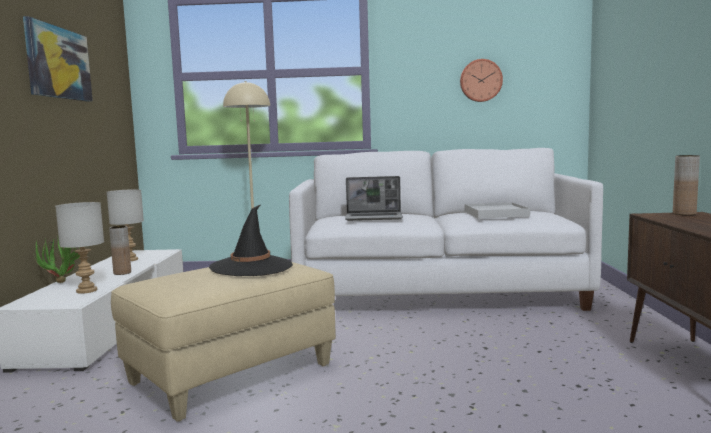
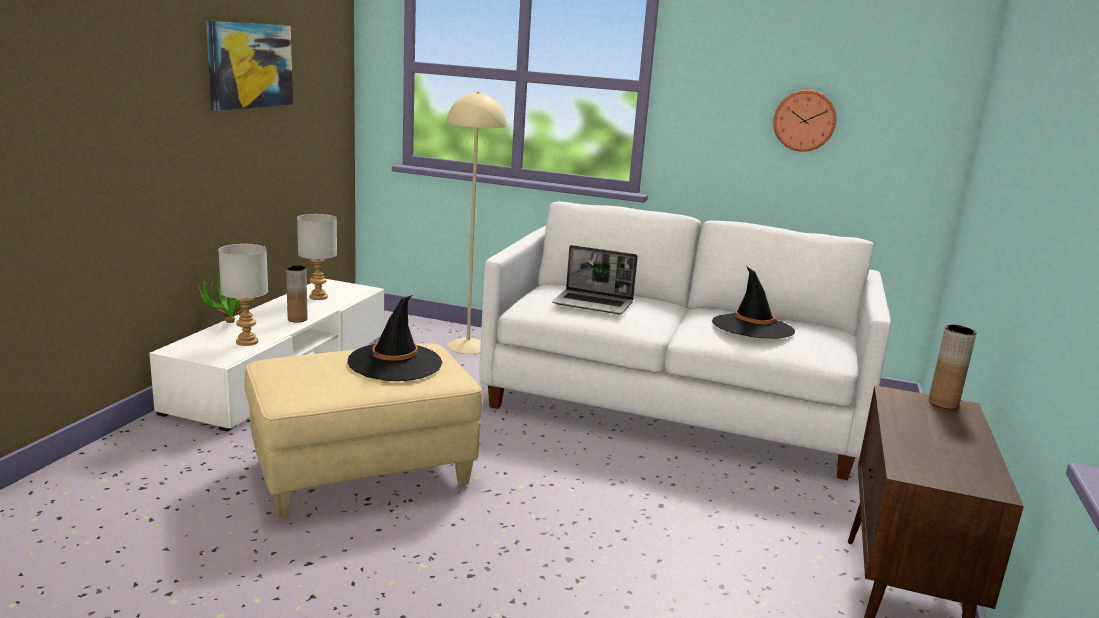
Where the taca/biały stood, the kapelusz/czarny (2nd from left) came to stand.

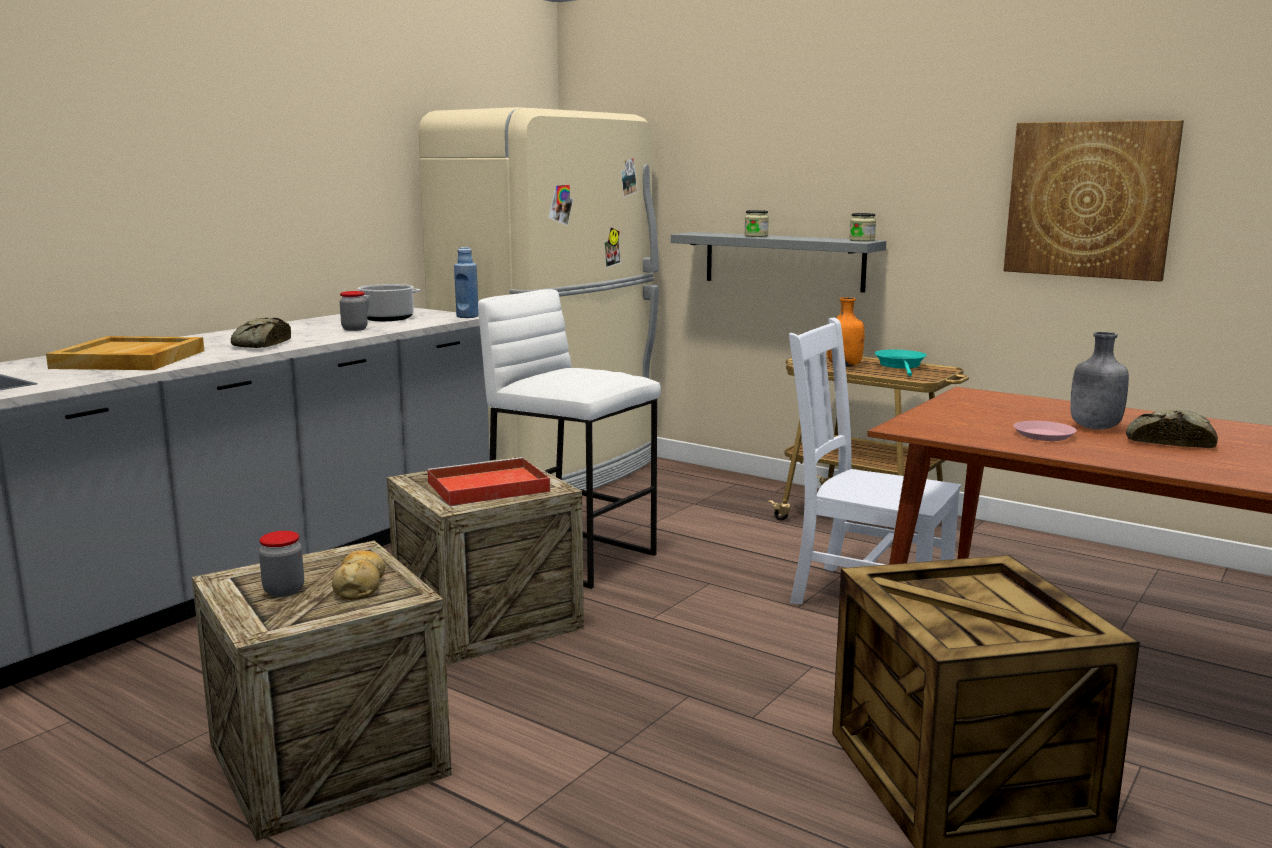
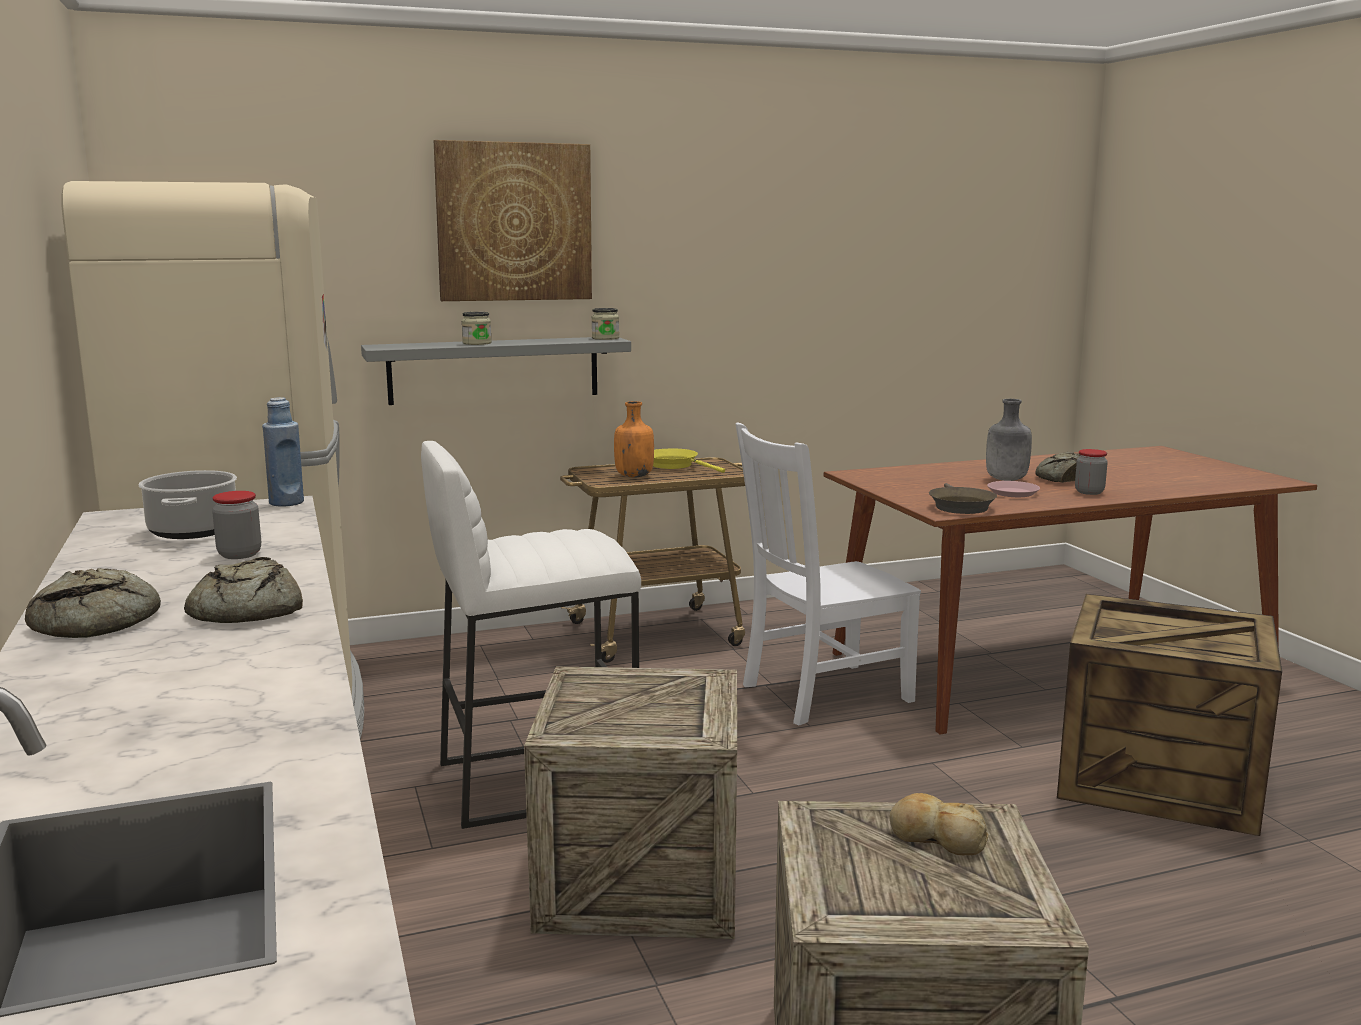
The second view lost the taca/beżowy. The second view lost the taca/czerwony. The second view gained the chleb (1st from left). The second view gained the patelnia/brązowy. The słoik (1st from left in the first image) ended up elsewhere. The obraz ended up elsewhere. What was the patelnia/turkusowy turned into the patelnia/żółty.

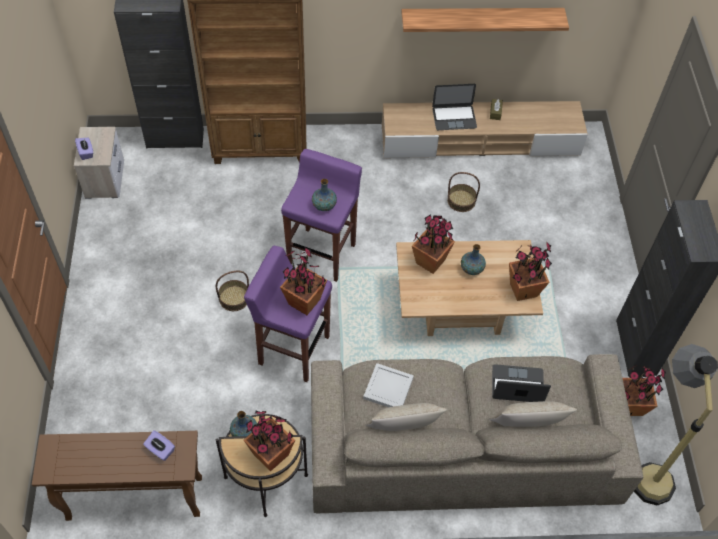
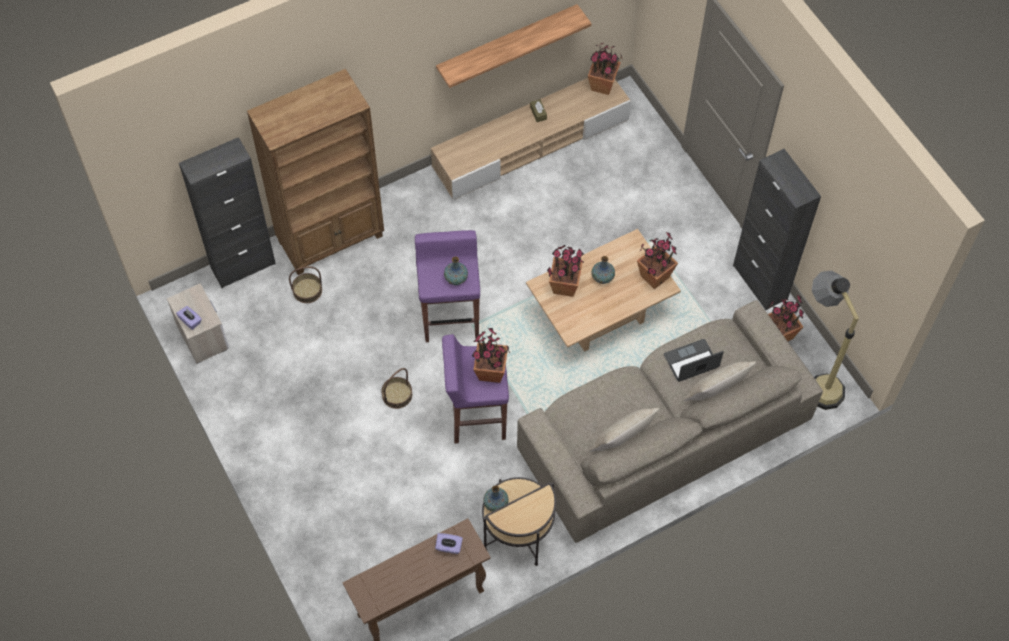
The second view lost the taca/biały. The second view lost the laptop (1st from left). The roślina doniczkowa (1st from left in the first image) ended up elsewhere. The koszyk (2nd from left in the first image) ended up elsewhere.

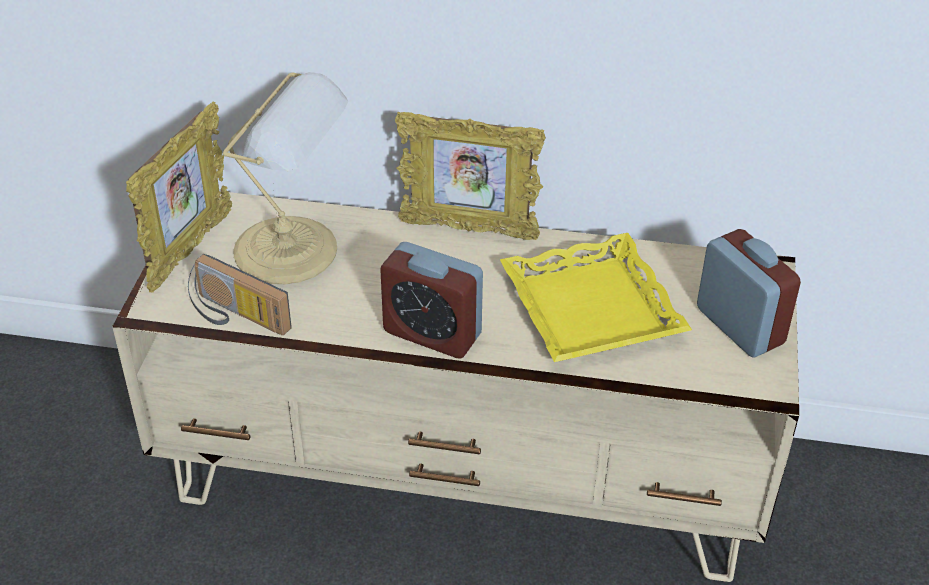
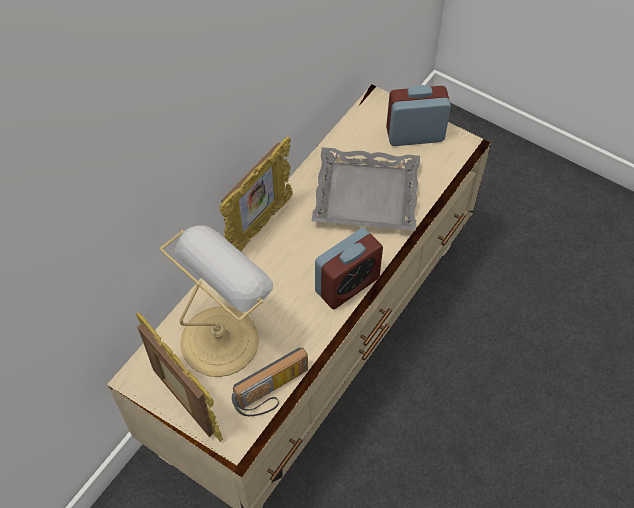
What was the taca/żółty turned into the taca/szary.

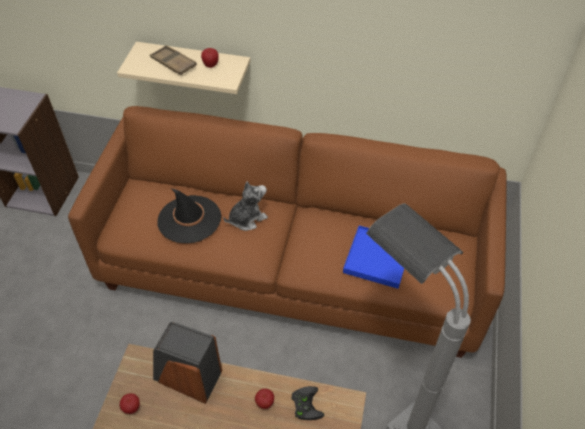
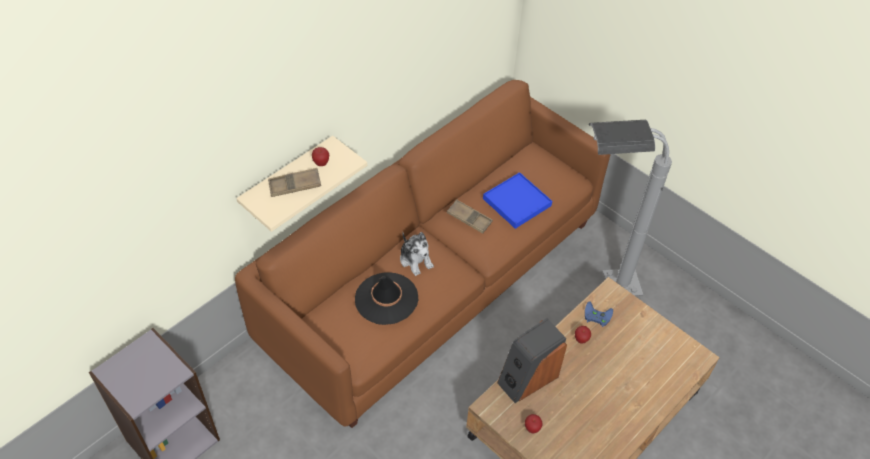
The second view gained the taca/brązowy (2nd from left). What was the pad do gier/czarny turned into the pad do gier/niebieski. The pluszak ended up facing another way, 150 degrees clockwise from before.

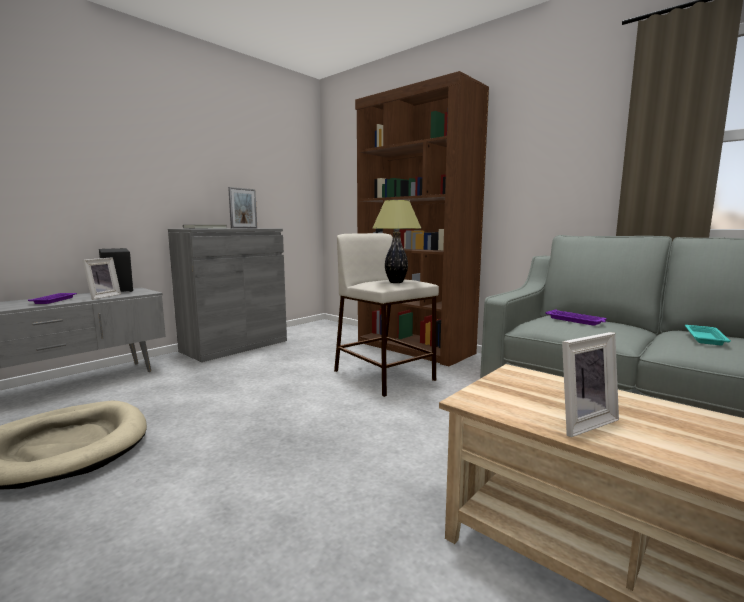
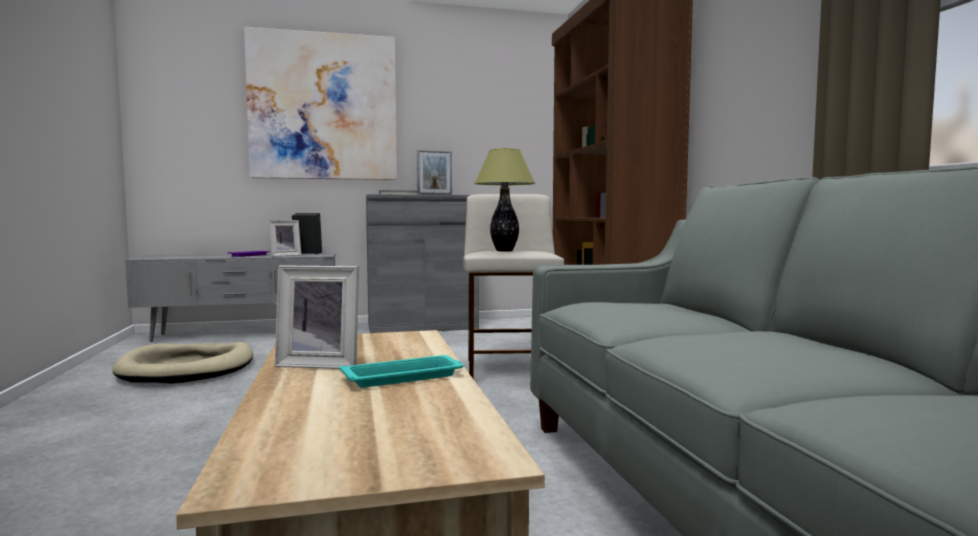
The second view lost the taca/fioletowy (2nd from left). The second view gained the obraz. The taca/turkusowy ended up elsewhere.

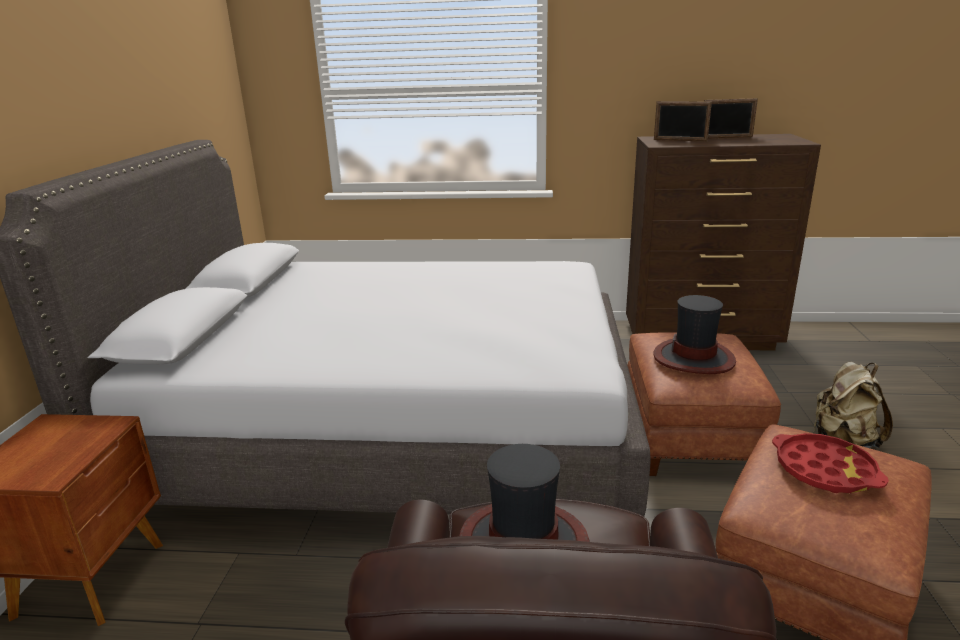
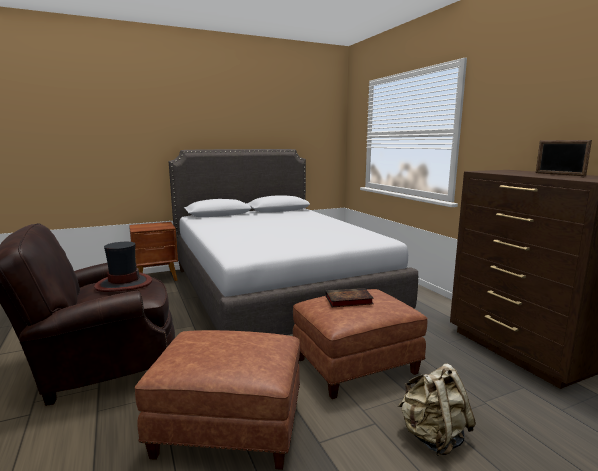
The second view lost the ramka na zdjęcie (1st from left). The second view lost the taca/czerwony. Where the kapelusz (2nd from left) stood, the książka came to stand.

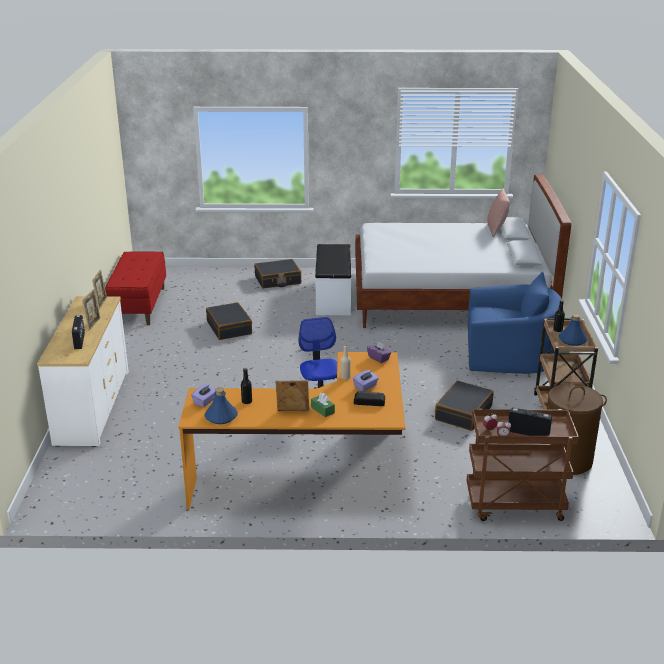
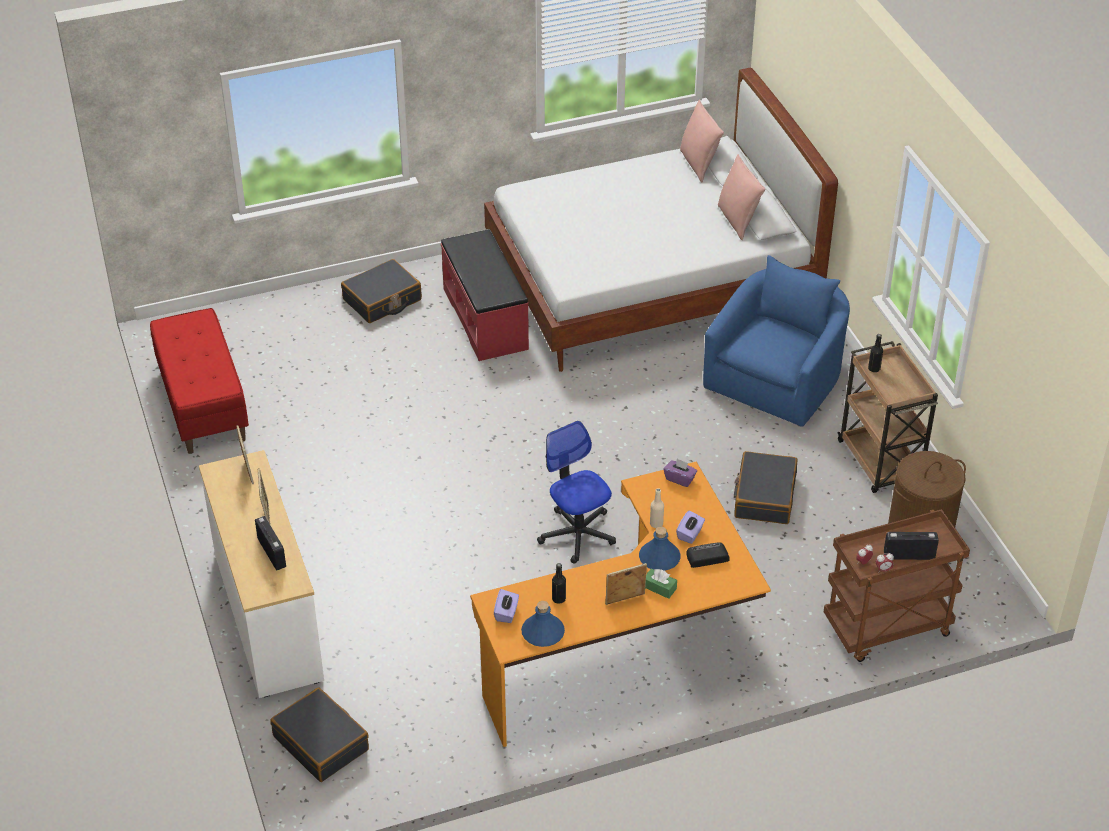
The second view gained the poduszka/różowy (2nd from left). The walizka/czarny (1st from left) ended up elsewhere. The butelka/niebieski (2nd from left) ended up elsewhere. What was the ławka/biały turned into the ławka/czerwony (2nd from left). The fotel/niebieski ended up facing another way, 45 degrees counterclockwise from before.

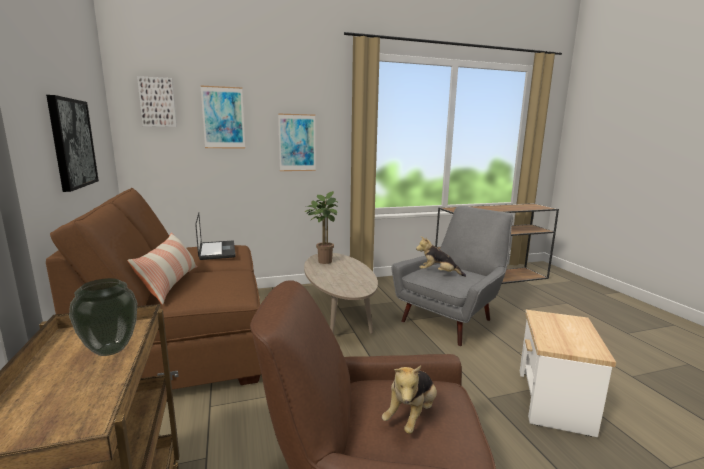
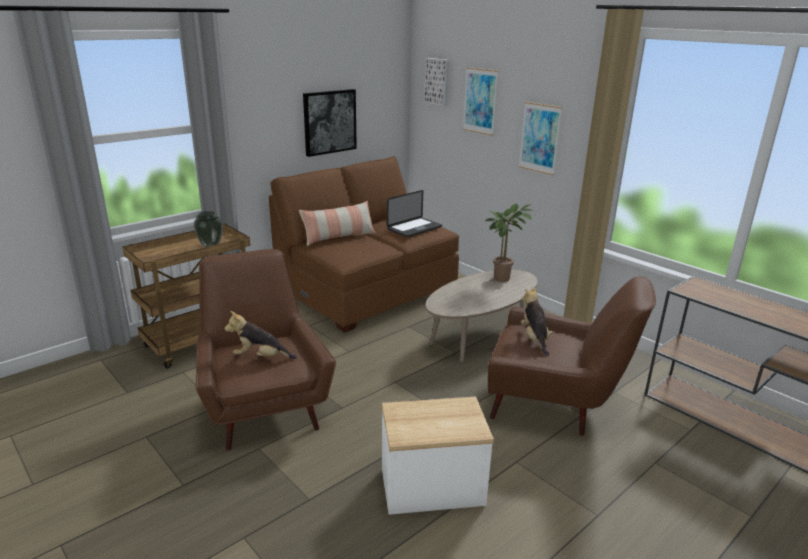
What was the fotel/szary turned into the fotel/brązowy (2nd from left).

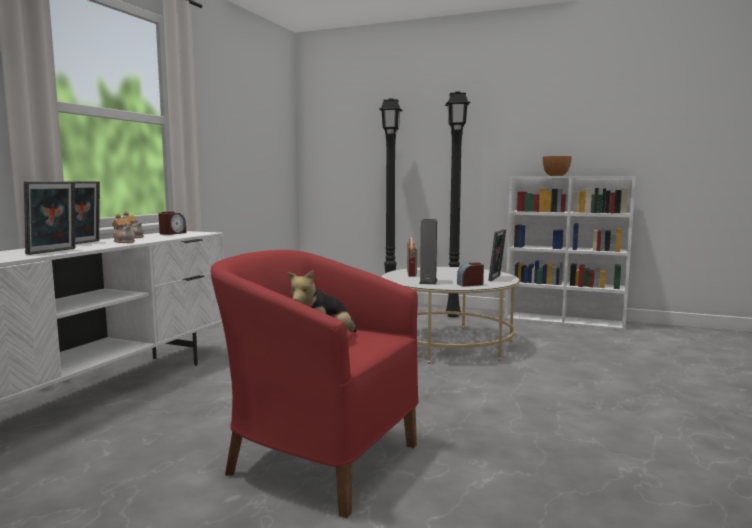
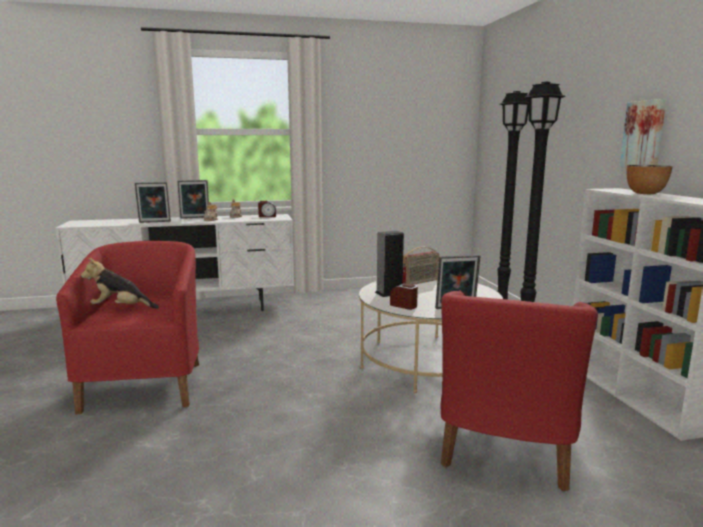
The second view gained the fotel/czerwony (2nd from left). The second view gained the obraz.

